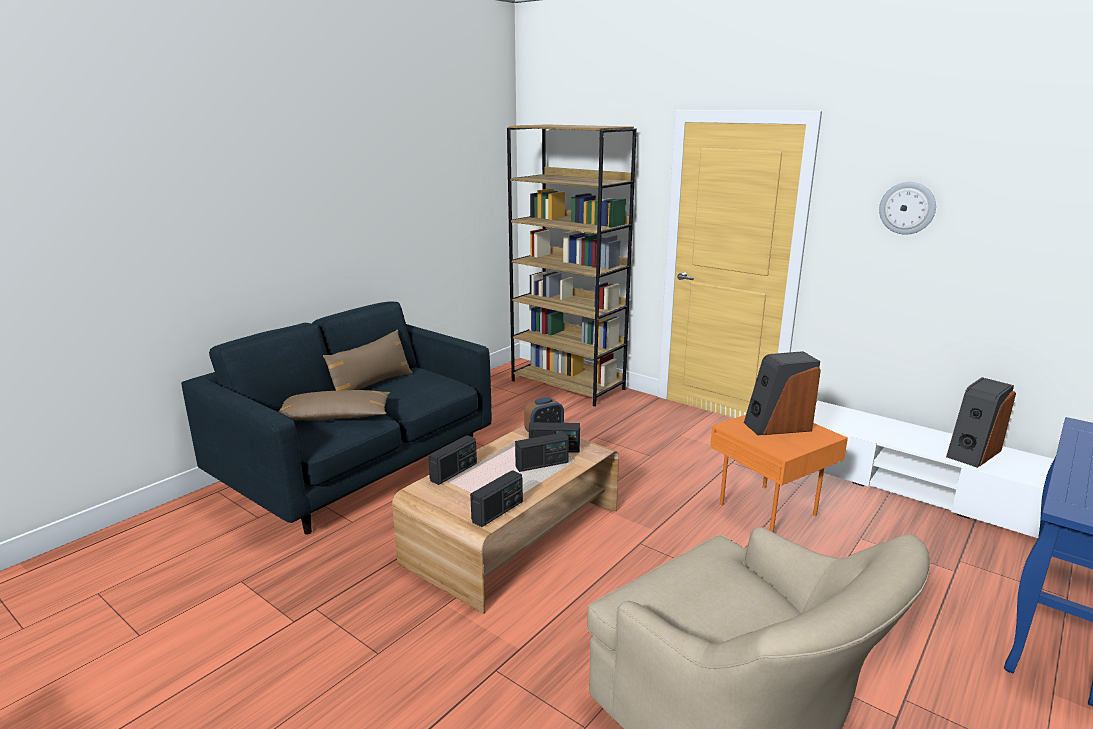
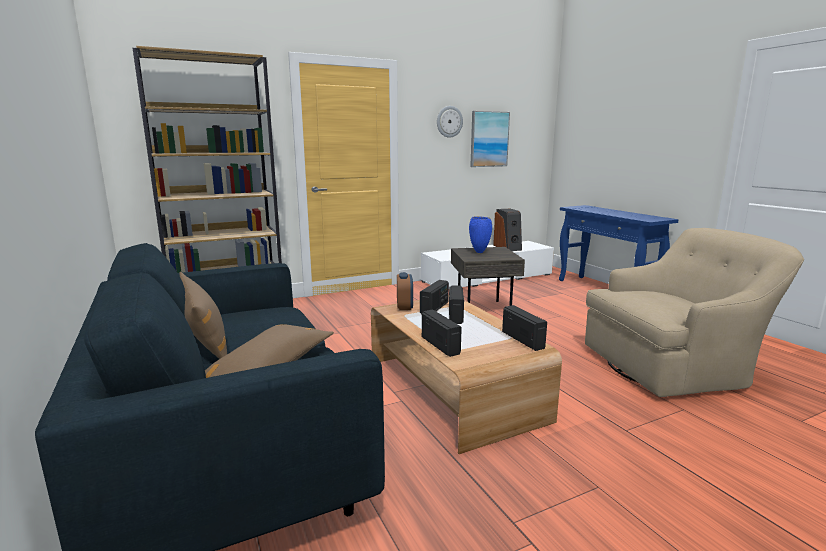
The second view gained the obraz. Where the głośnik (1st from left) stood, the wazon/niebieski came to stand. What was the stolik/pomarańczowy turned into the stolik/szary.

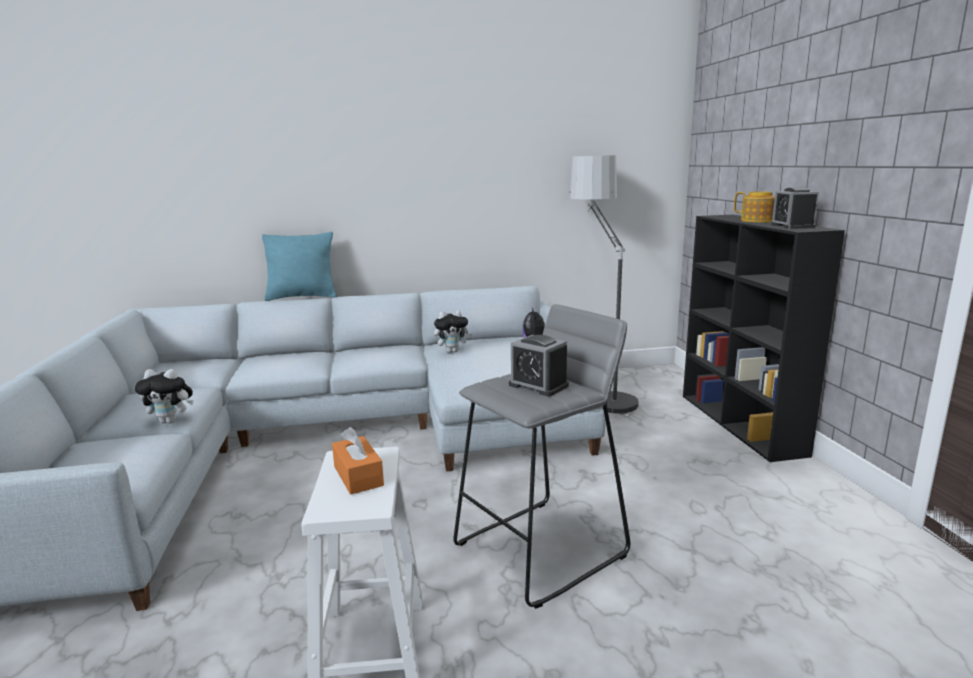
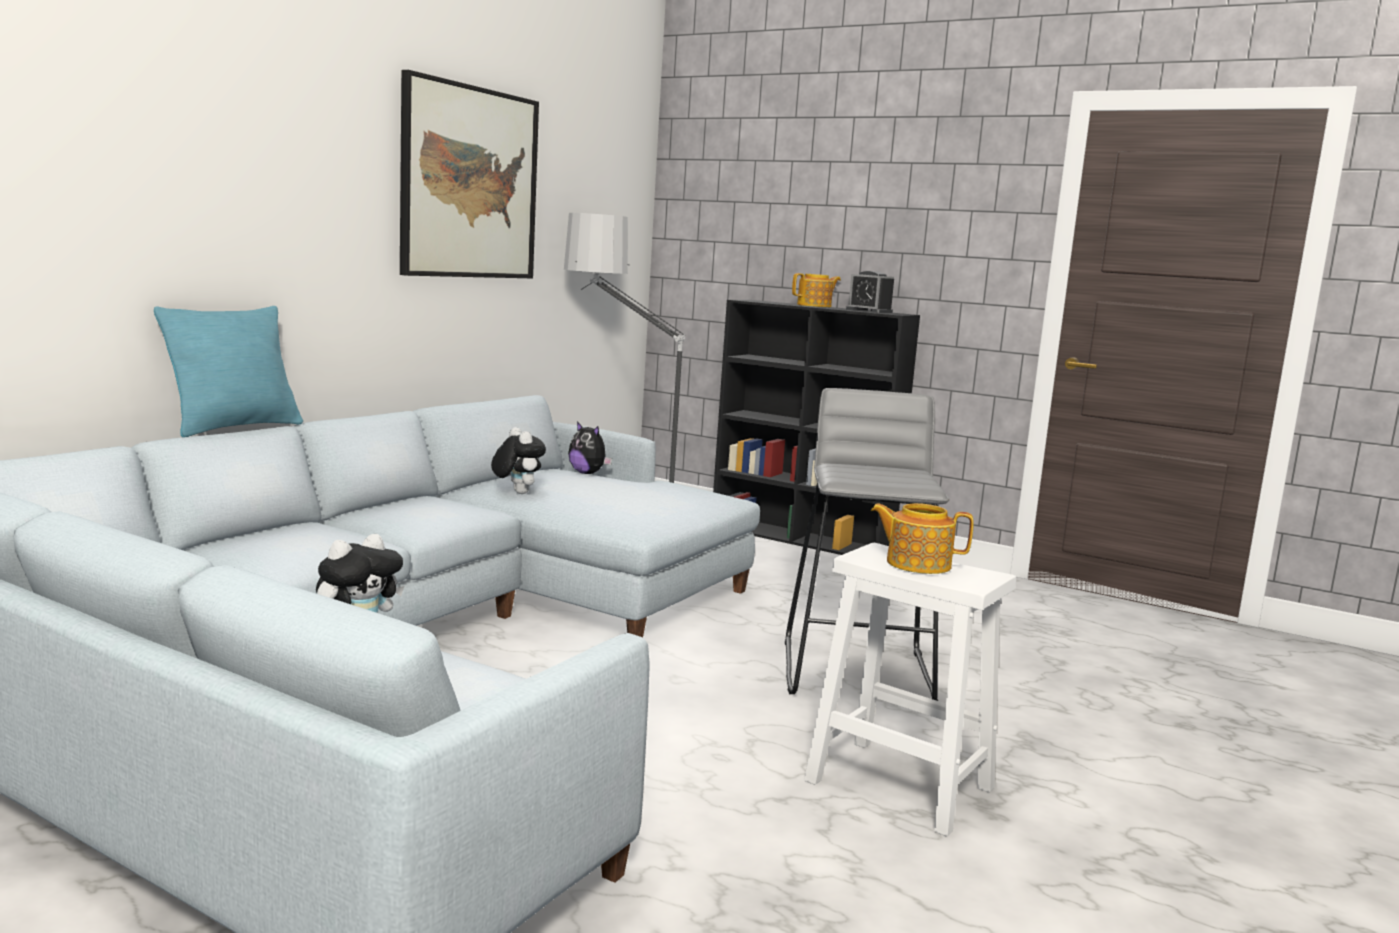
The second view lost the budzik (1st from left). The second view gained the obraz. Where the pudełko chusteczek/pomarańczowy stood, the imbryk (2nd from left) came to stand. The pluszak (2nd from left) ended up facing another way, 60 degrees counterclockwise from before.

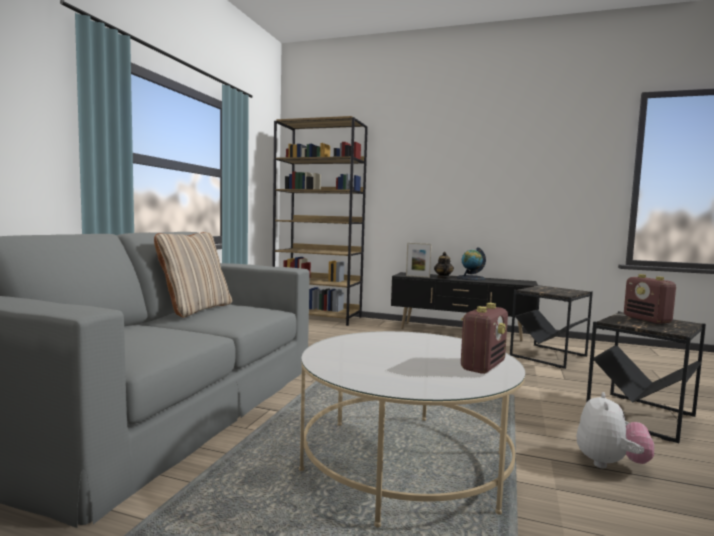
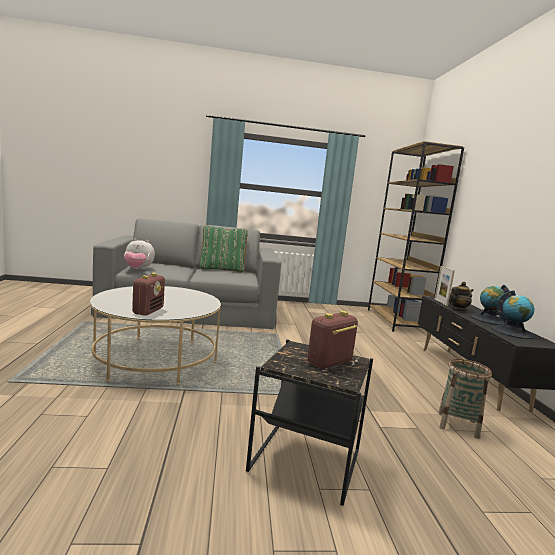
The second view gained the globus (2nd from left). The pluszak ended up elsewhere. Where the stolik/czarny (1st from left) stood, the koszyk came to stand. What was the poduszka/beżowy turned into the poduszka/zielony. The radio (1st from left) ended up facing another way, 90 degrees counterclockwise from before.

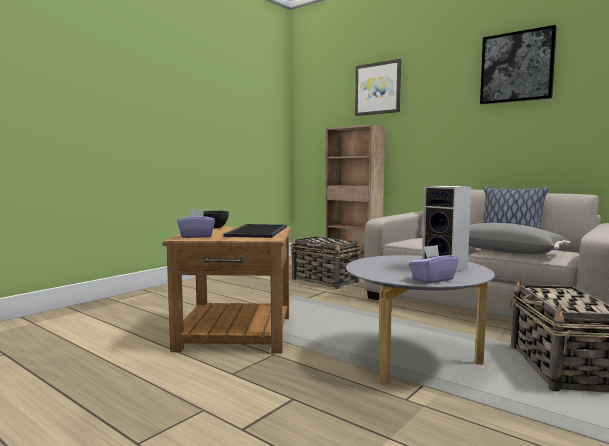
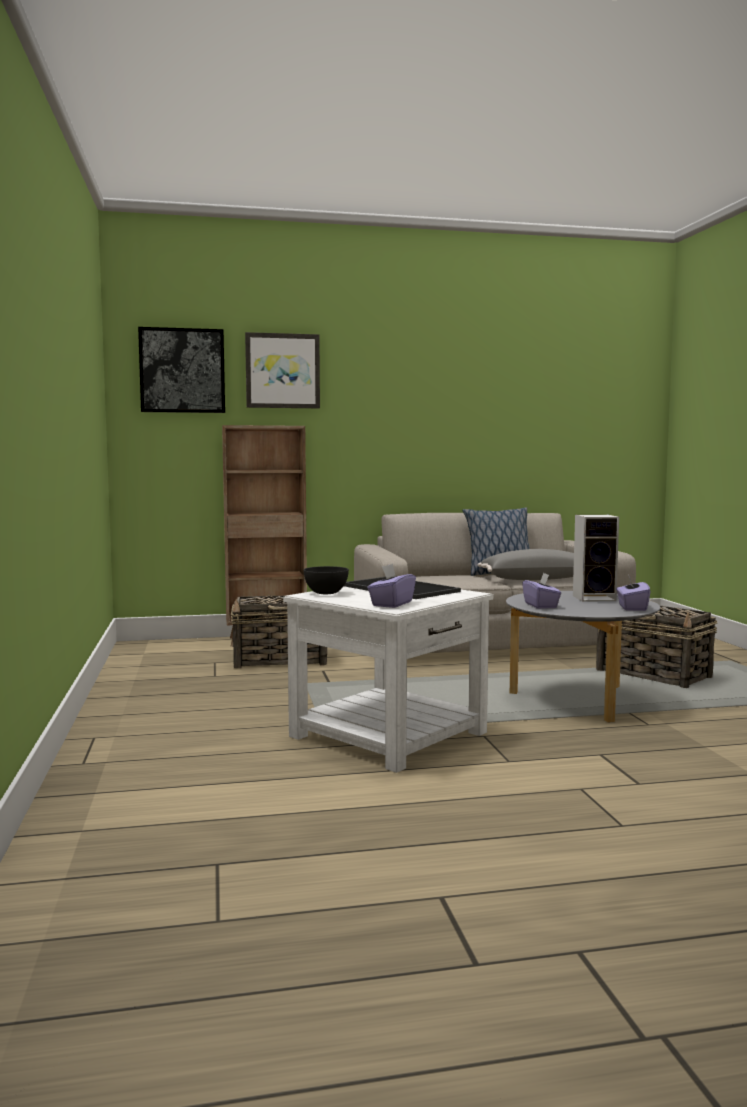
The second view gained the pudełko chusteczek/fioletowy (2nd from left). The obraz (2nd from left in the first image) ended up elsewhere. What was the stolik/brązowy turned into the stolik/biały.

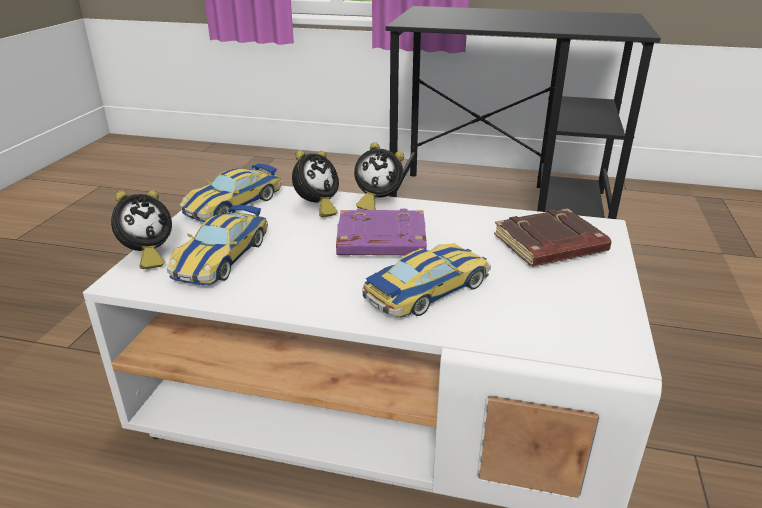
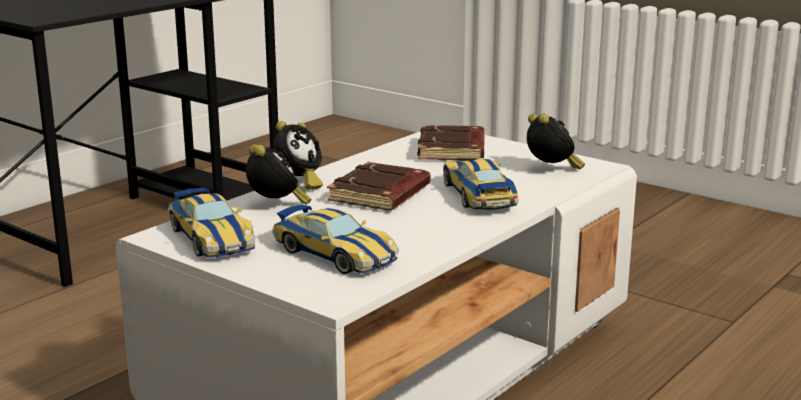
The budzik (1st from left in the first image) ended up elsewhere. What was the książka/fioletowy turned into the książka/brązowy (1st from left).

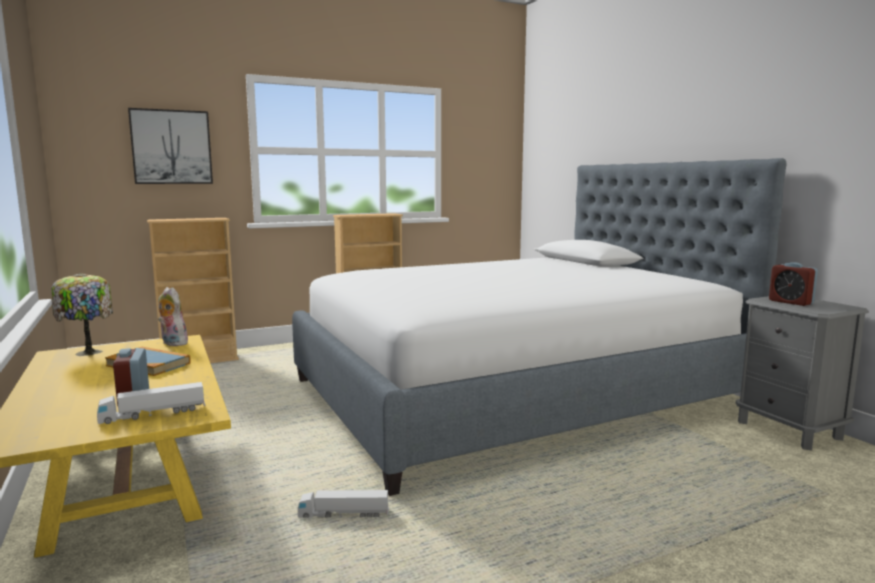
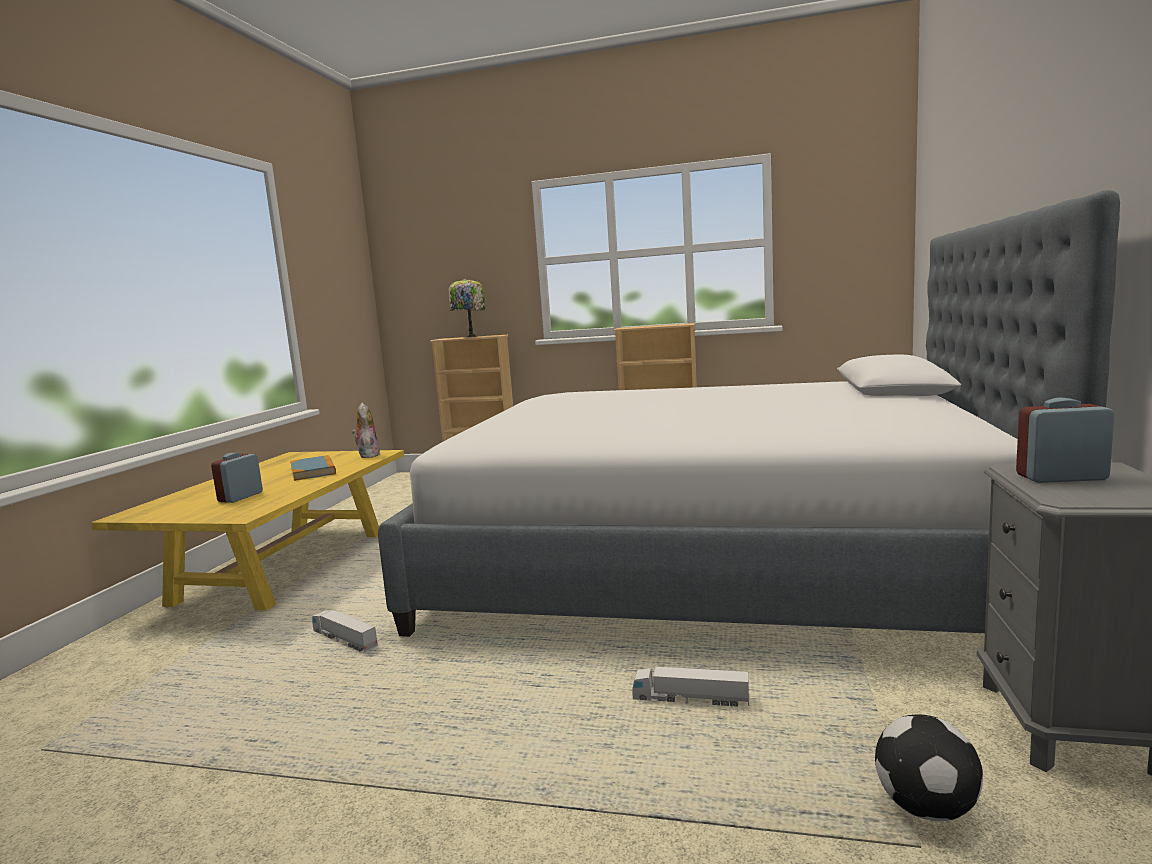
The second view lost the obraz. The second view gained the piłka futbolowa. The lampa stołowa ended up elsewhere. The ciężarówka zabawkowa (1st from left in the first image) ended up elsewhere. The budzik (2nd from left) ended up facing another way, 90 degrees clockwise from before.

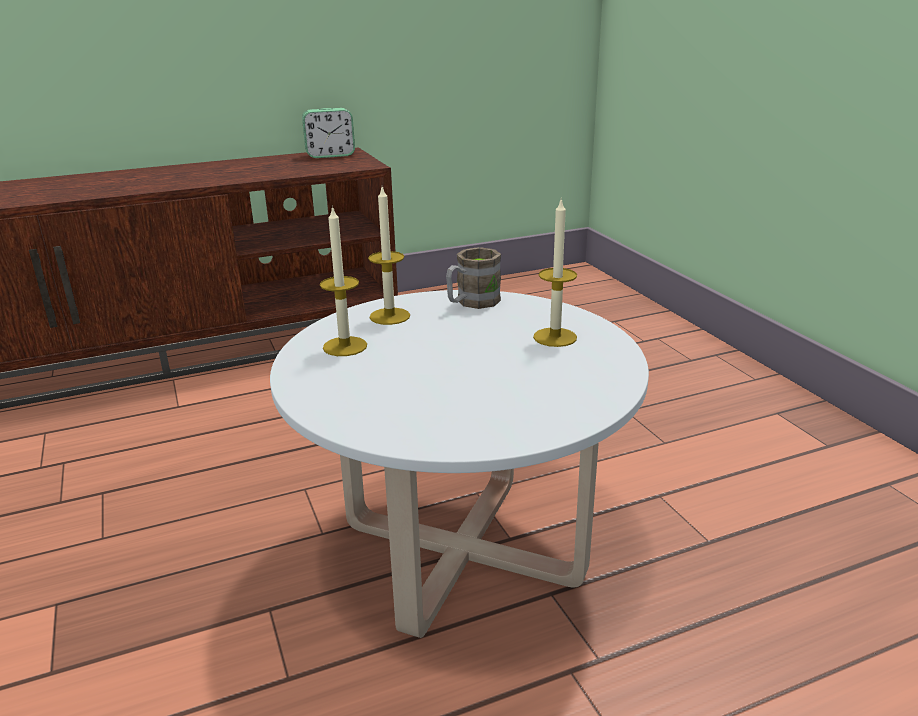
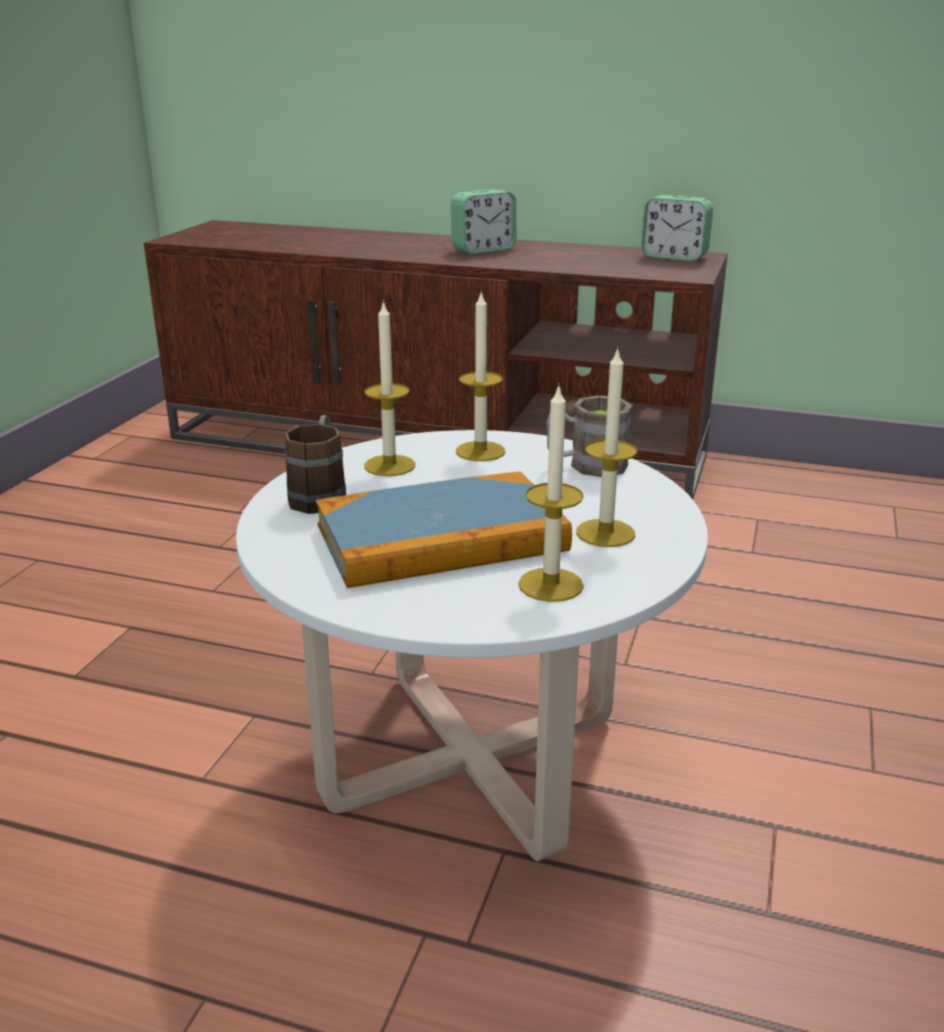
The second view gained the kubek/brązowy (1st from left). The second view gained the książka. The second view gained the budzik (1st from left). The second view gained the świeca (3rd from left).

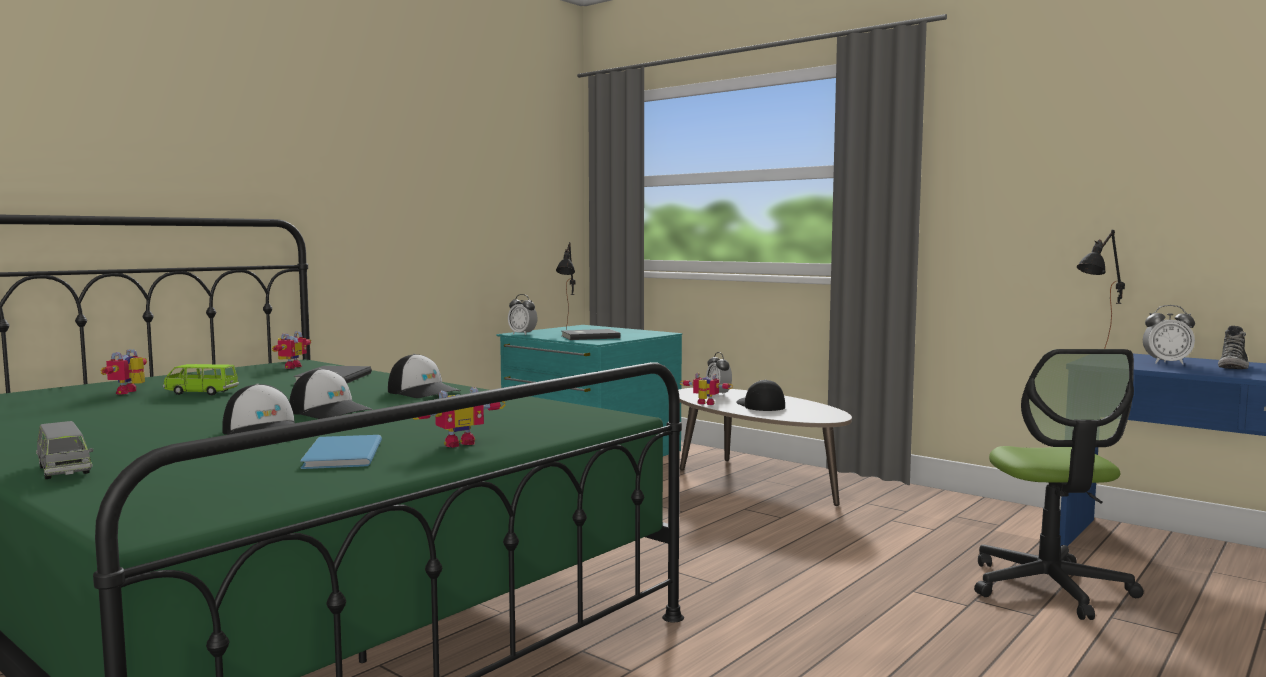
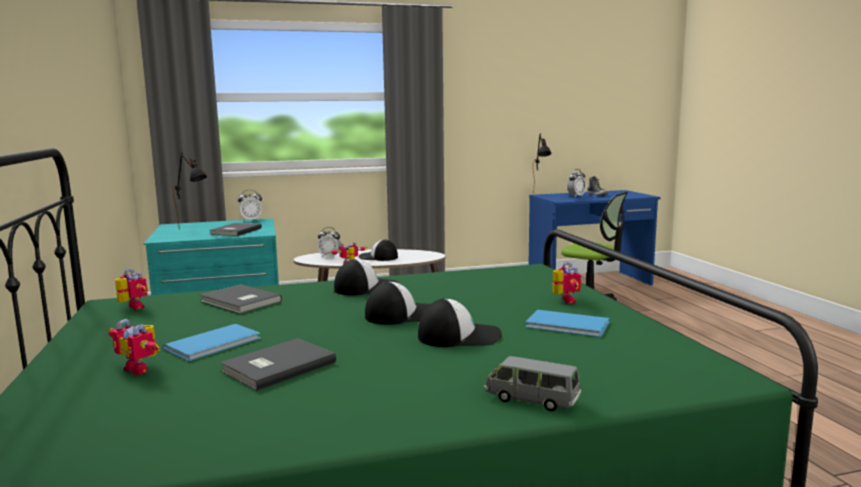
The second view gained the książka/szary (3rd from left). The budzik (1st from left) ended up elsewhere. Where the samochodzik/zielony stood, the książka/niebieski (1st from left) came to stand. The samochodzik/szary ended up facing another way, 150 degrees counterclockwise from before.

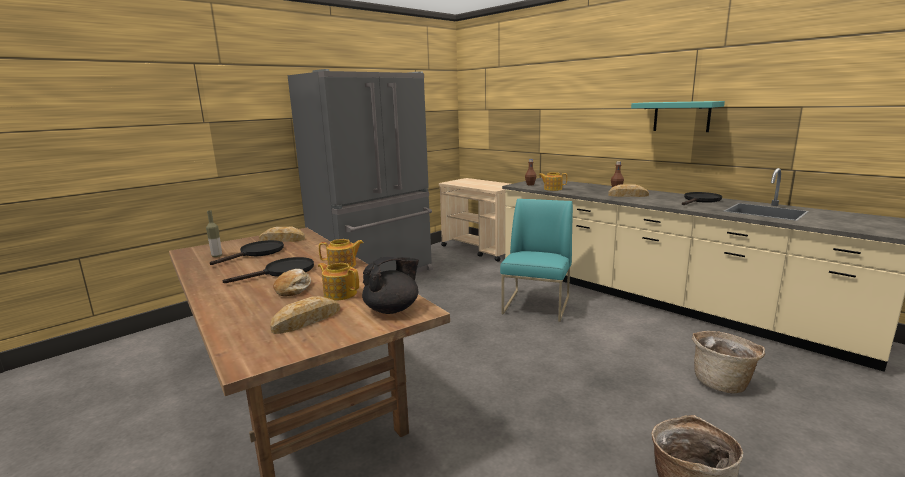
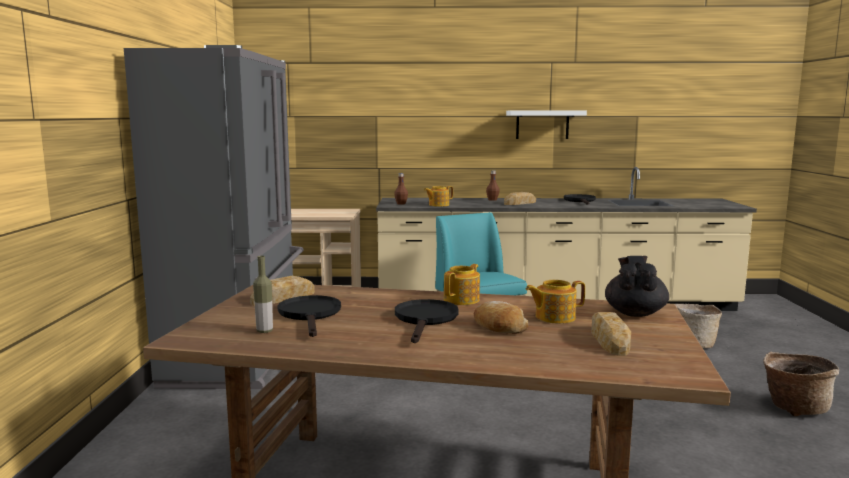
What was the półka/turkusowy turned into the półka/biały.

